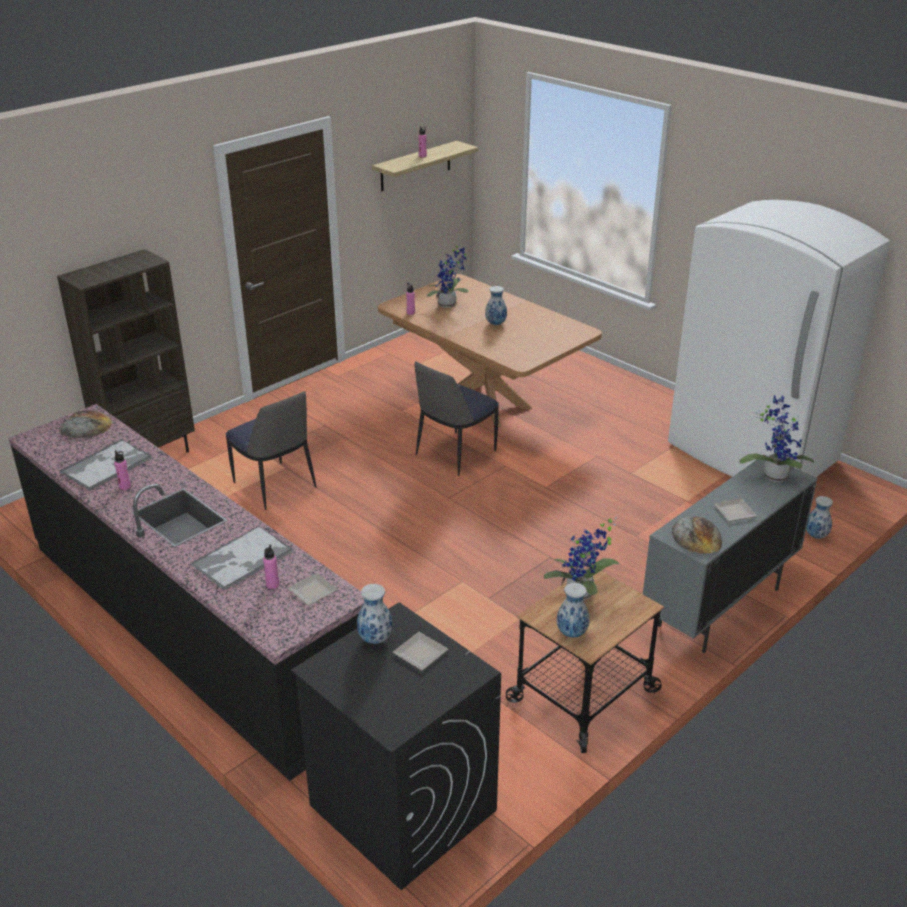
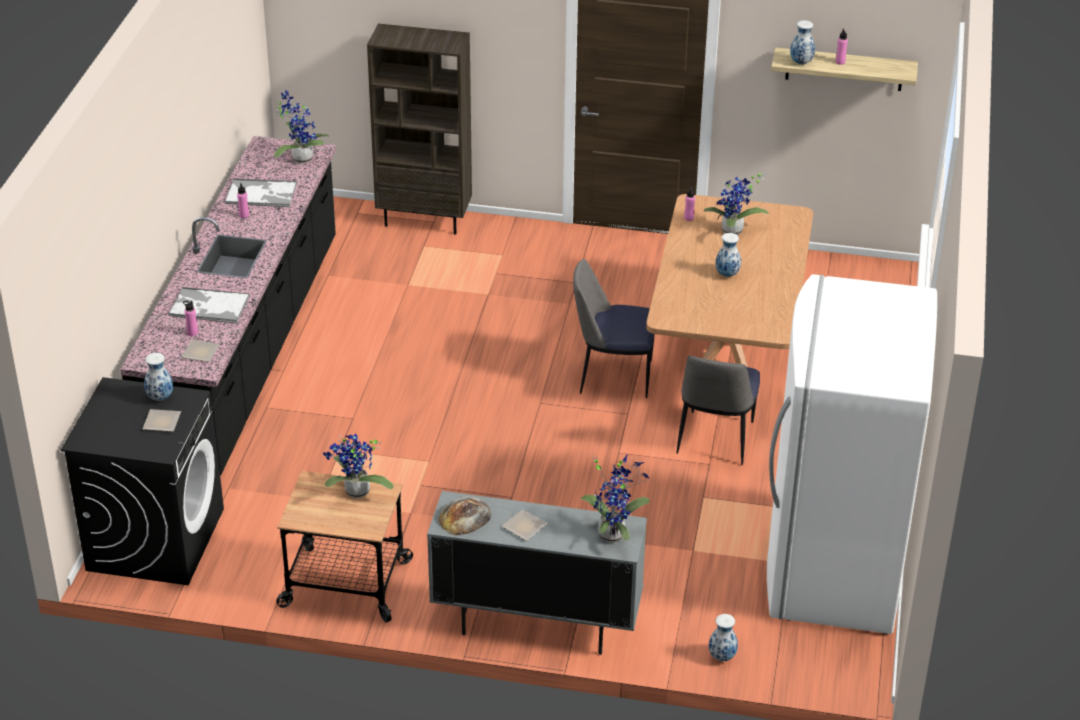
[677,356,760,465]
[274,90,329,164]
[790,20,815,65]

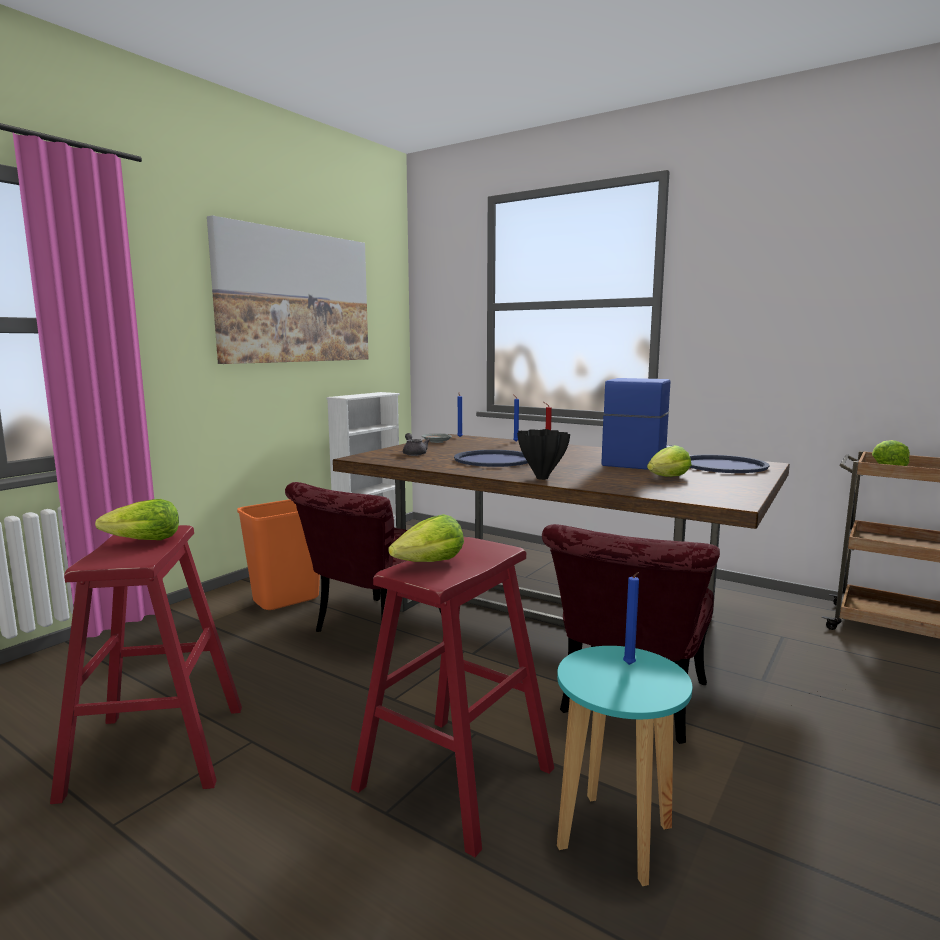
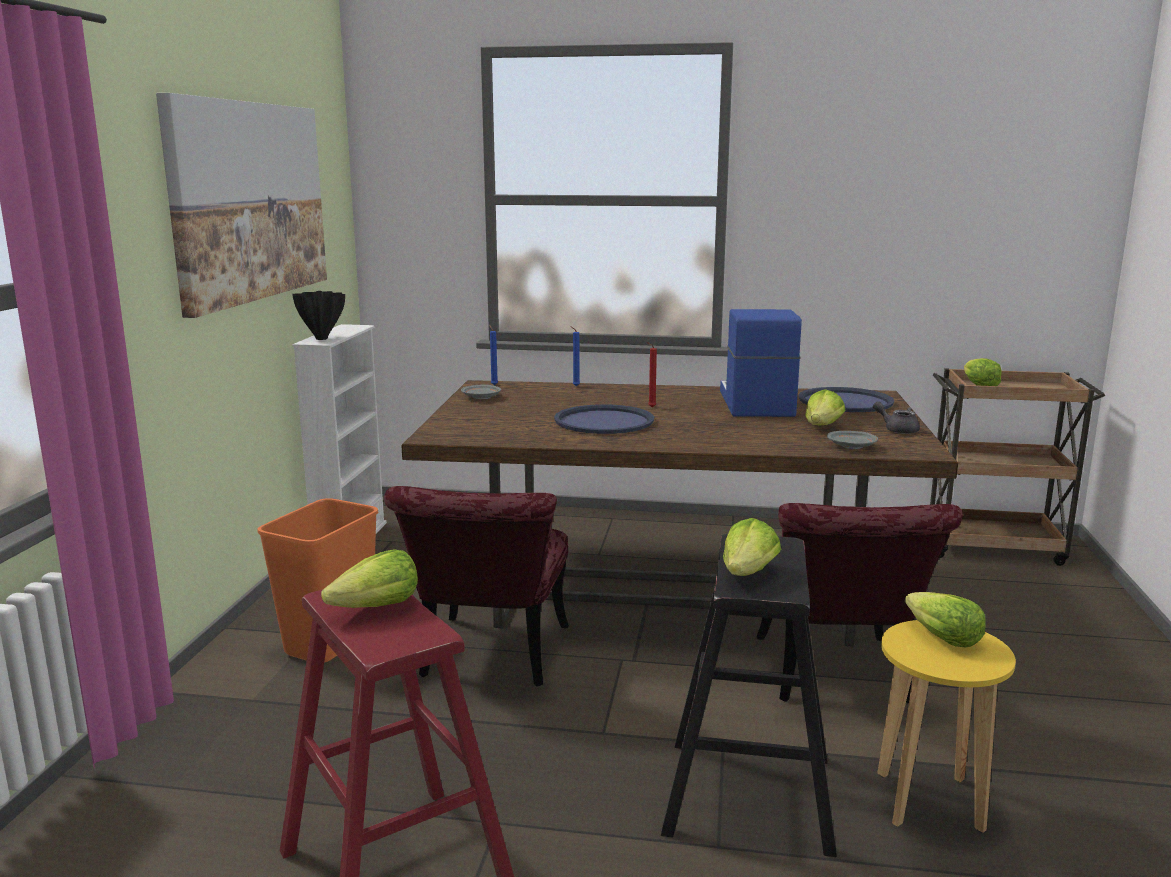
[292,291,345,340]
[873,401,920,434]
[661,534,837,857]
[905,592,986,648]
[877,620,1016,833]
[827,431,878,449]

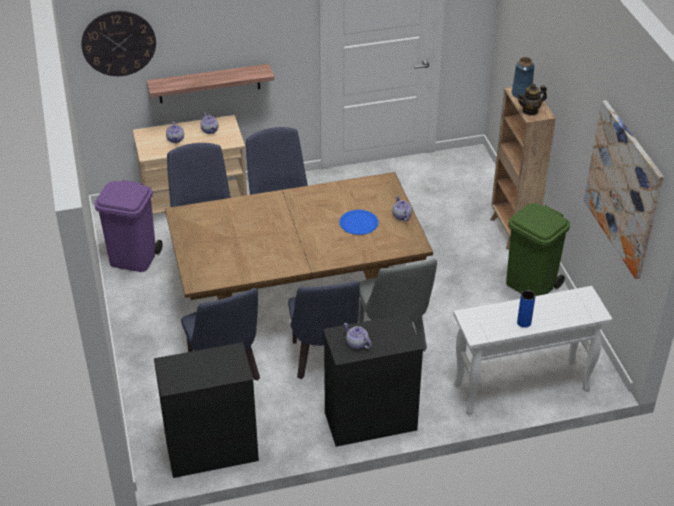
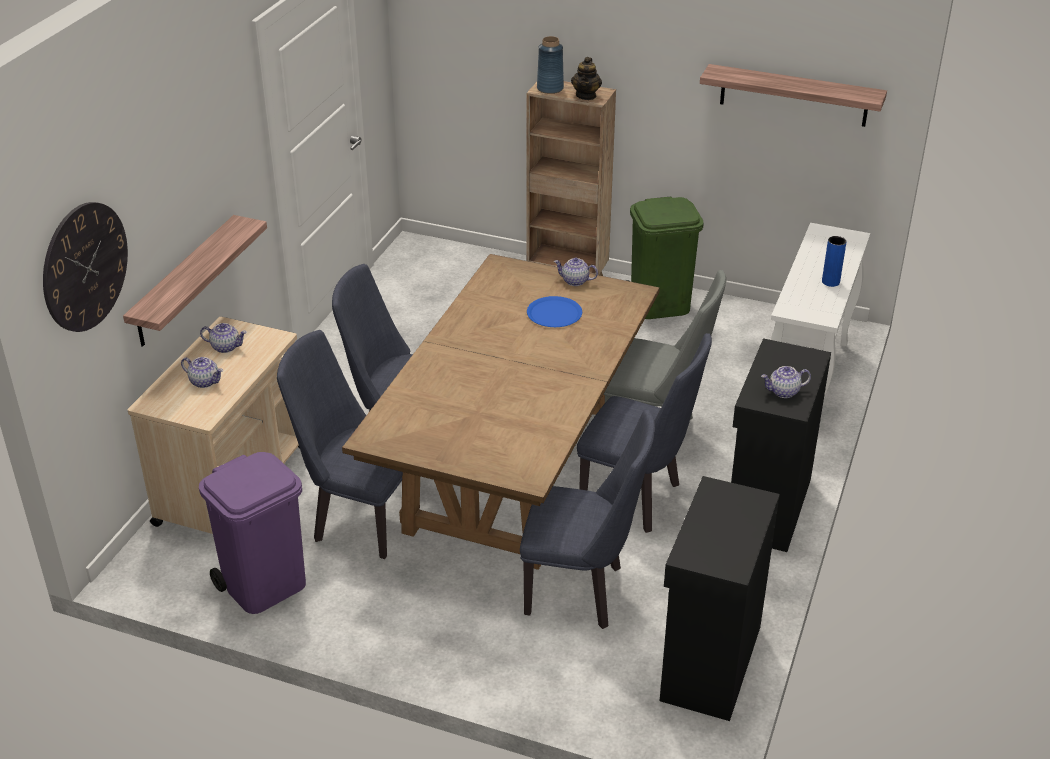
[700,64,887,127]

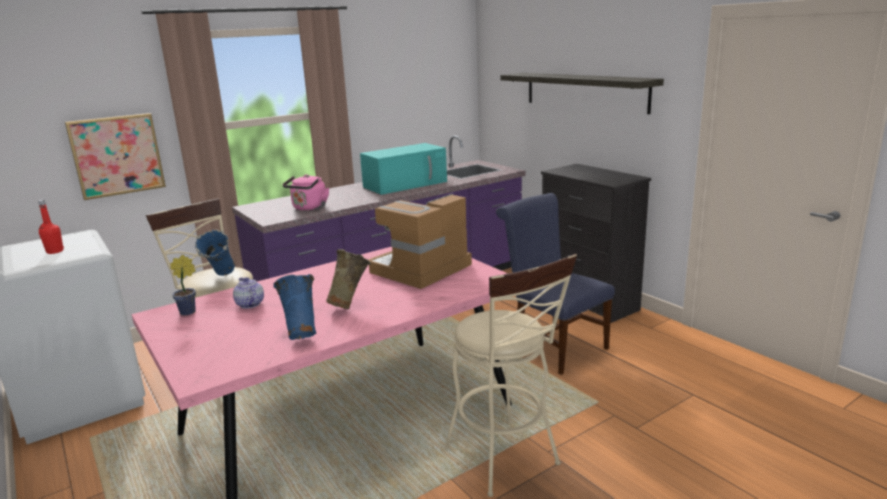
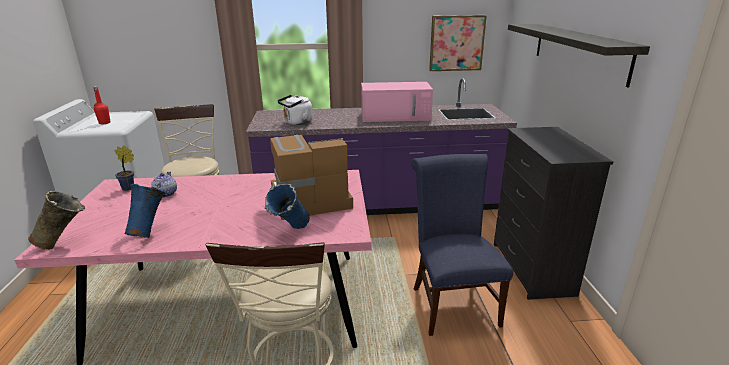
[429,15,487,71]
[361,82,433,122]
[277,95,313,125]
[265,183,310,229]
[28,191,85,249]

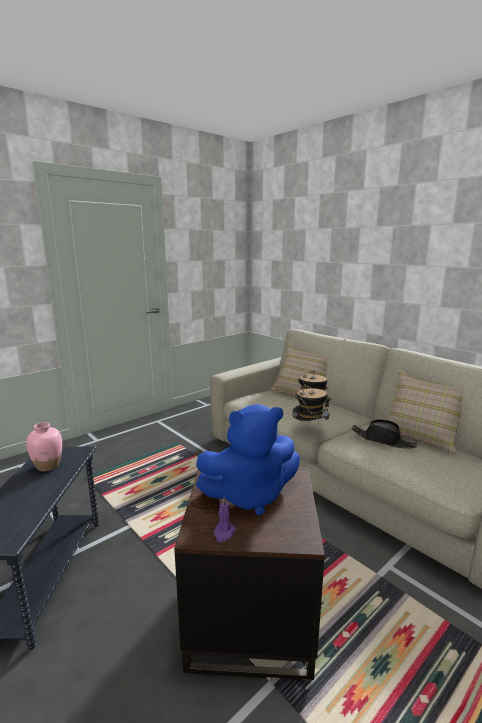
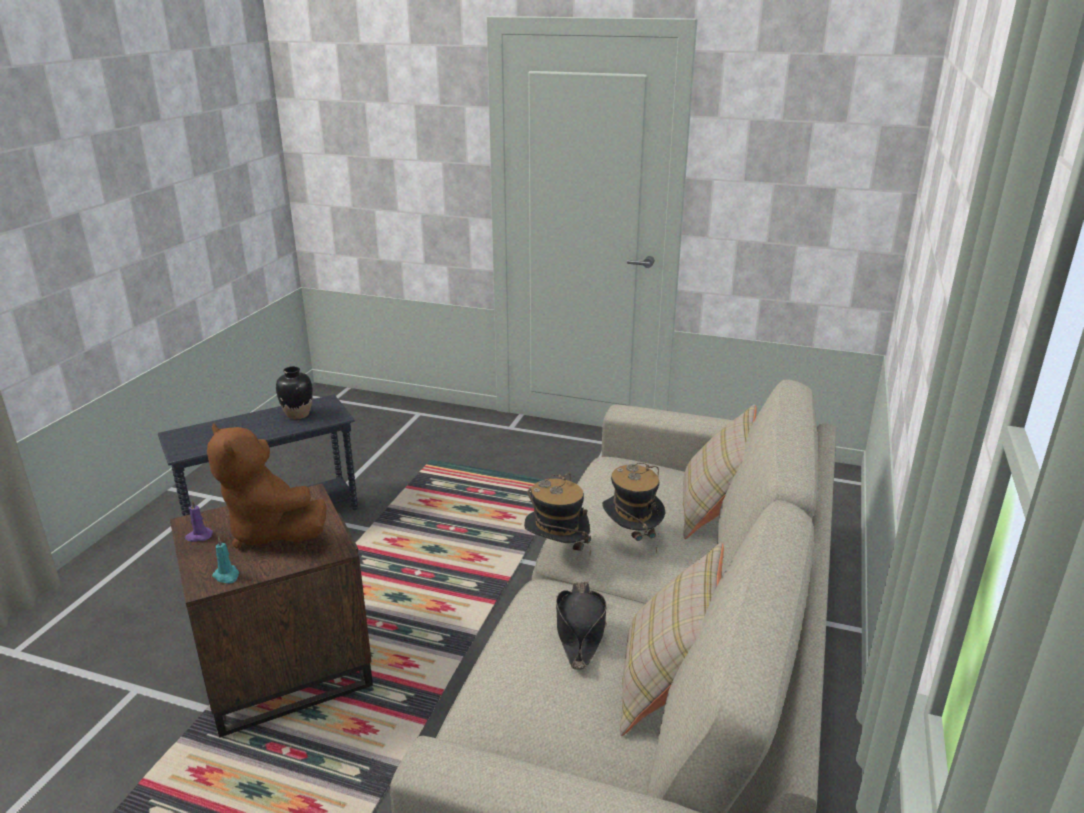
[207,423,326,548]
[276,366,313,419]
[212,537,239,583]

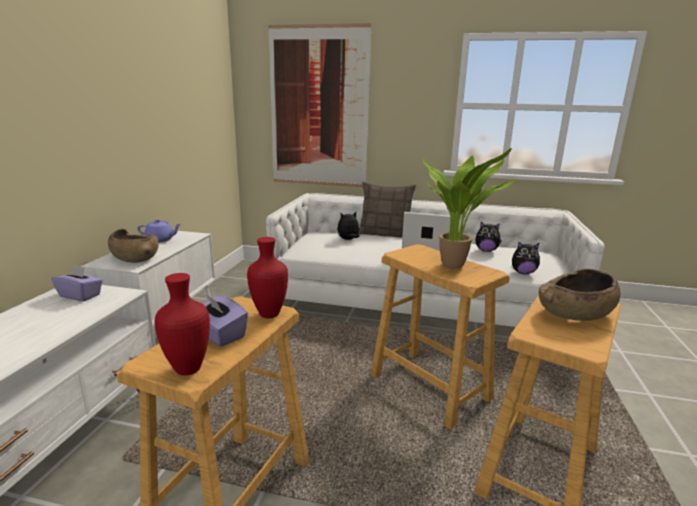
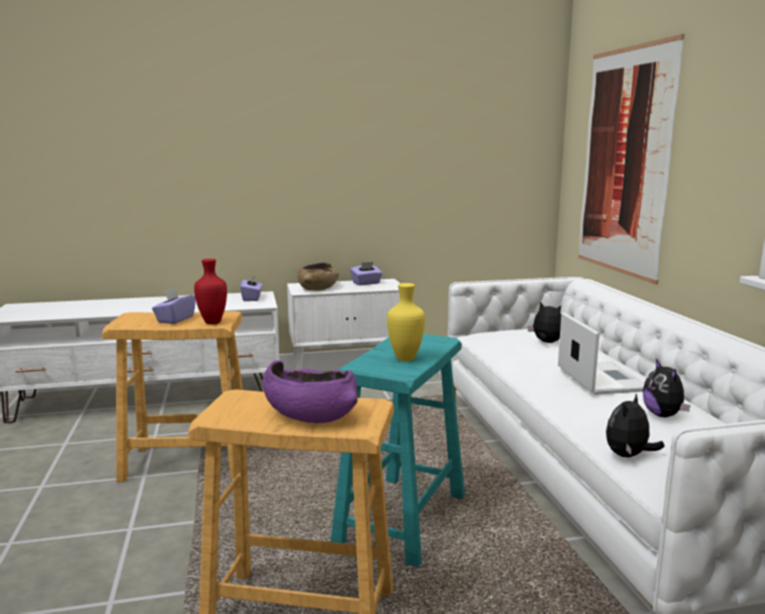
[387,283,425,361]
[358,182,416,238] (first image)
[350,262,383,285]
[606,394,665,457]
[330,334,465,567]
[263,360,358,423]
[155,273,210,376] (first image)

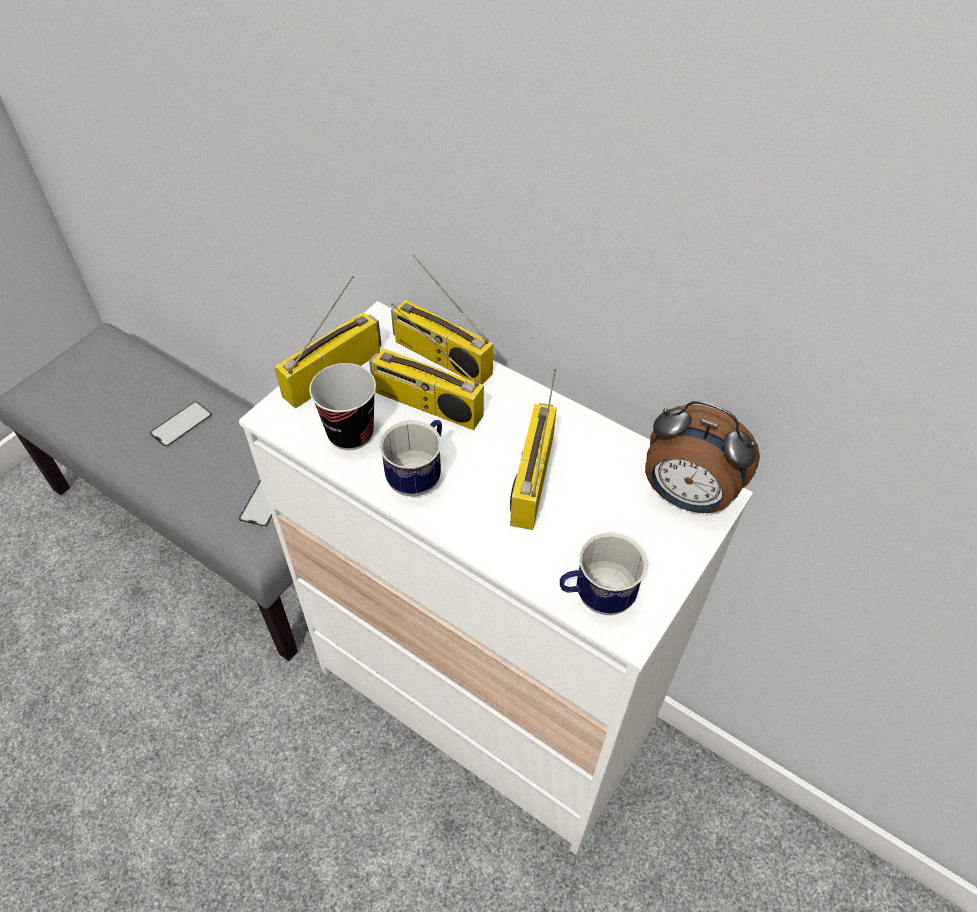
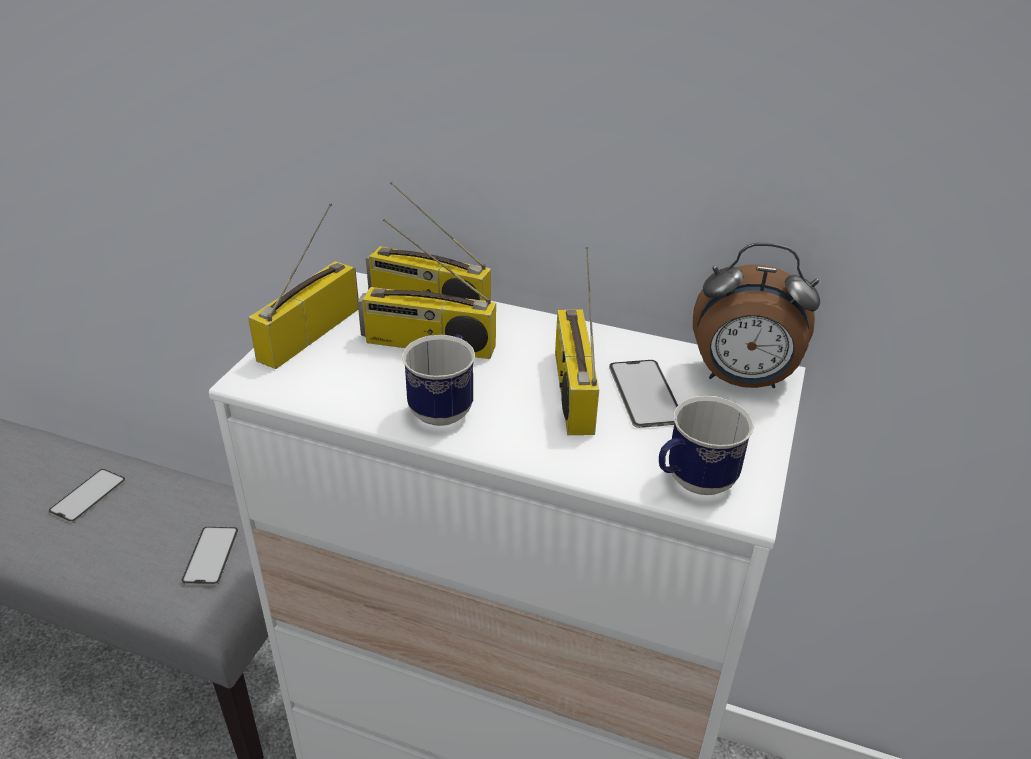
[309,363,376,450] (first image)
[609,360,678,428]

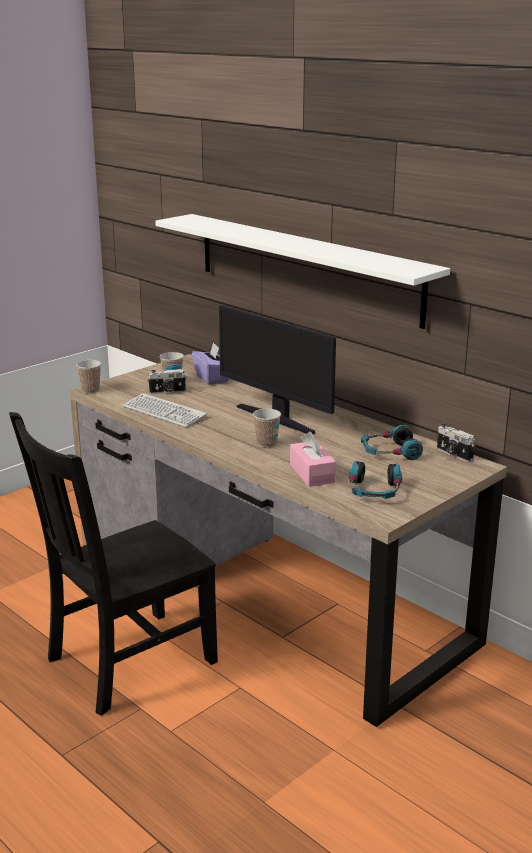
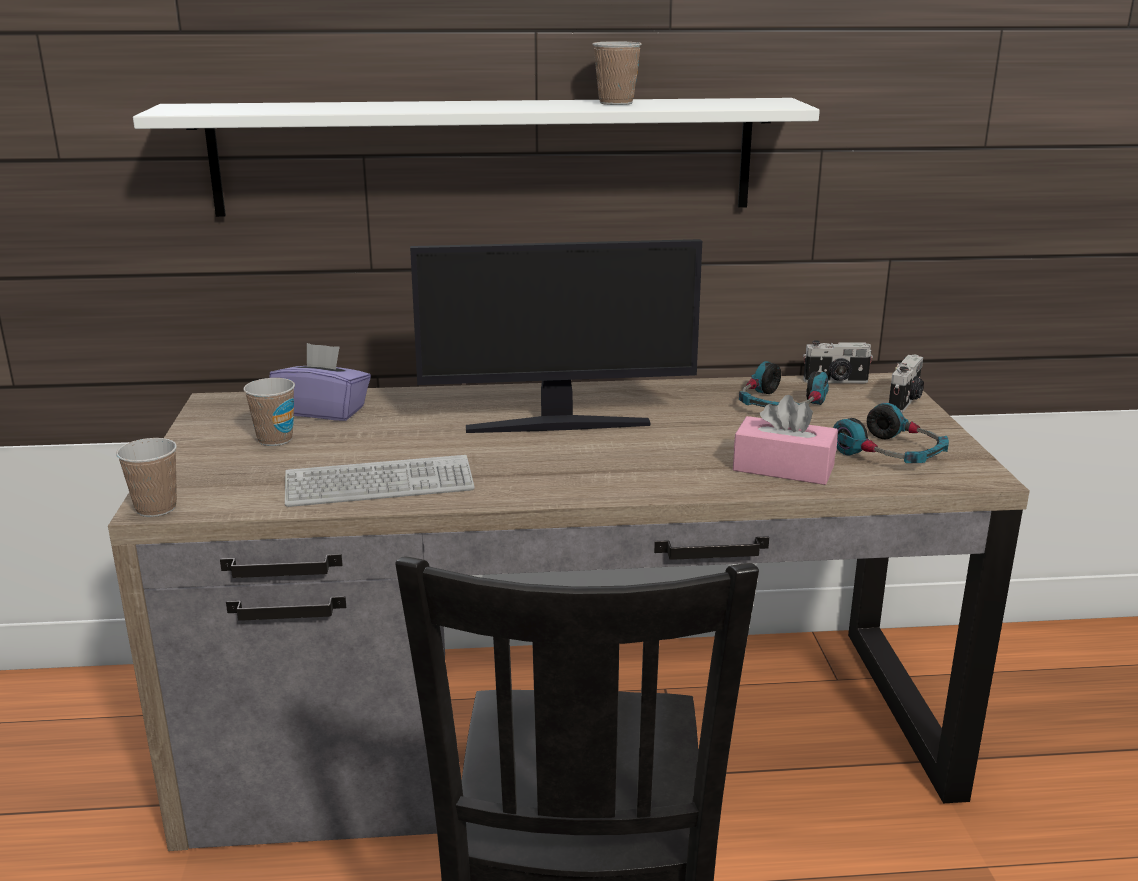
[889,355,924,413]
[592,41,642,105]

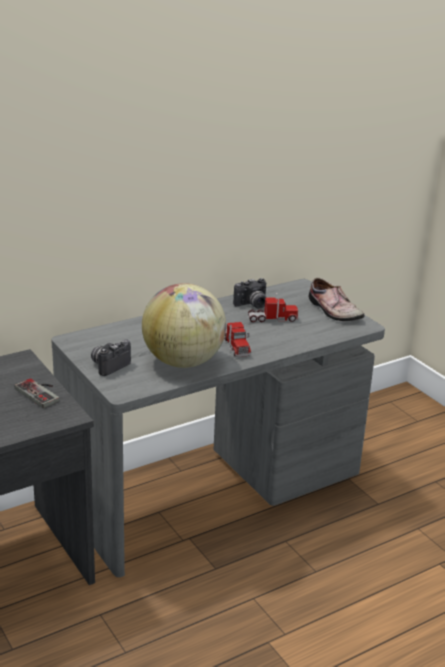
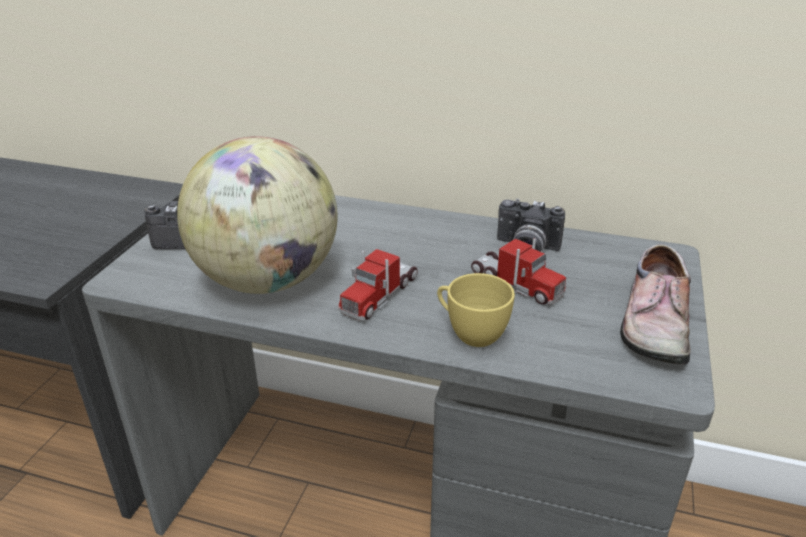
[14,378,59,408] (first image)
[437,273,515,347]

